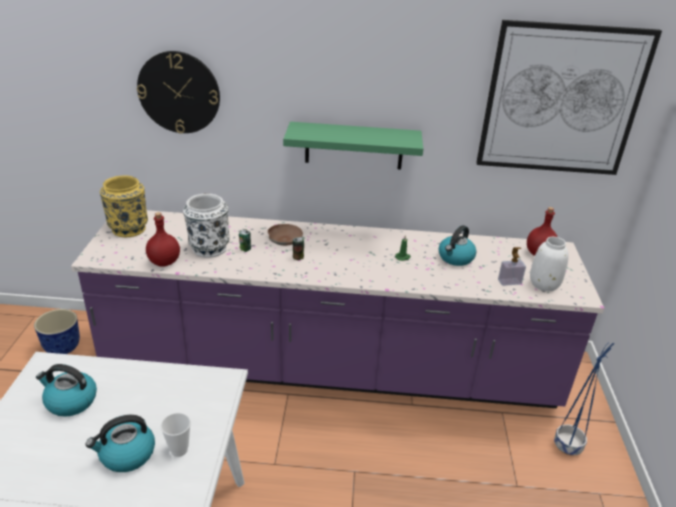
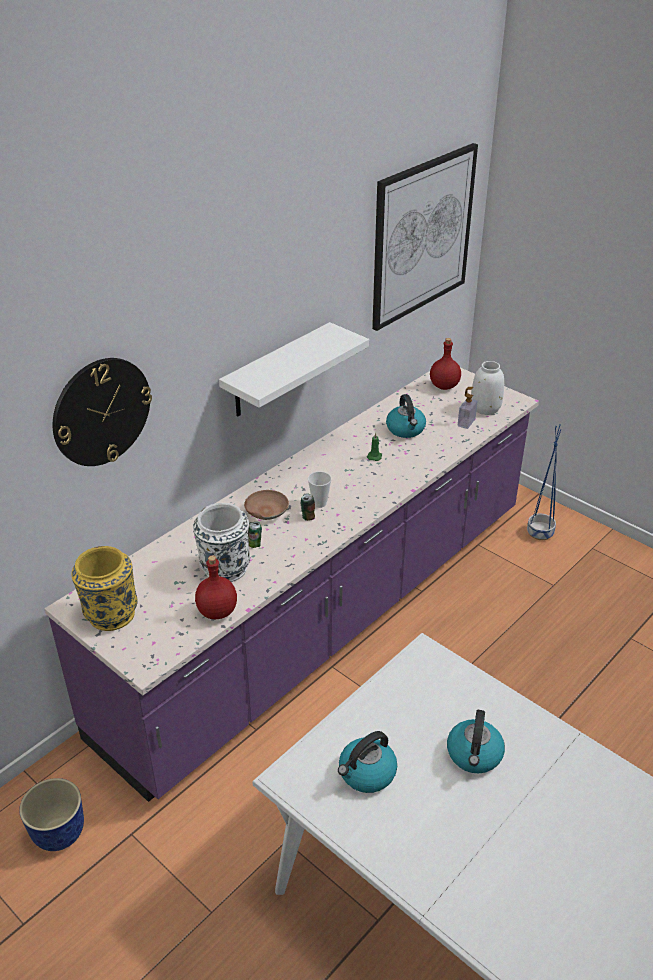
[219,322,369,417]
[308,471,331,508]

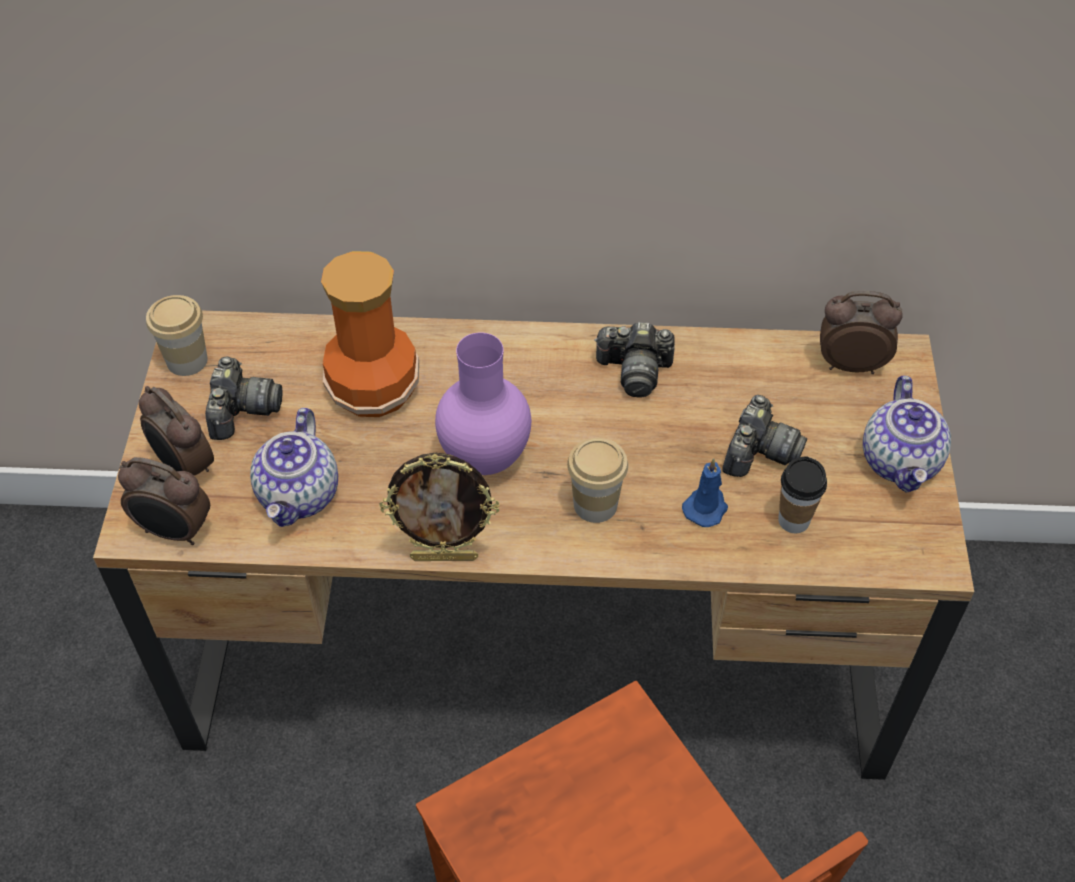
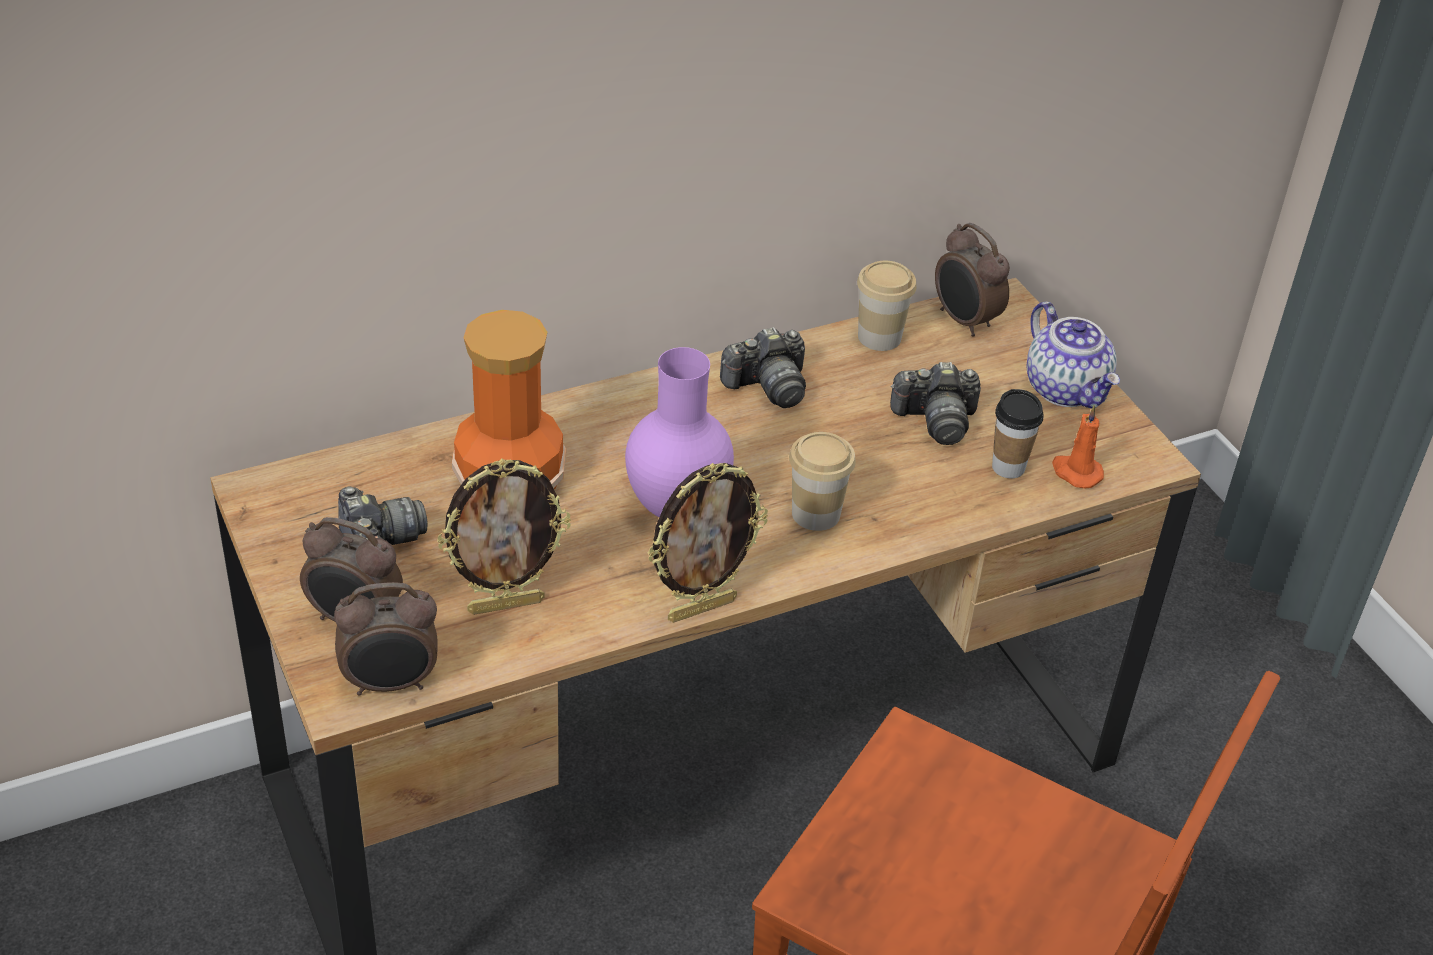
[935,223,1010,337]
[857,261,917,351]
[890,362,981,445]
[437,459,571,615]
[682,458,728,527] (first image)
[1052,405,1104,489]

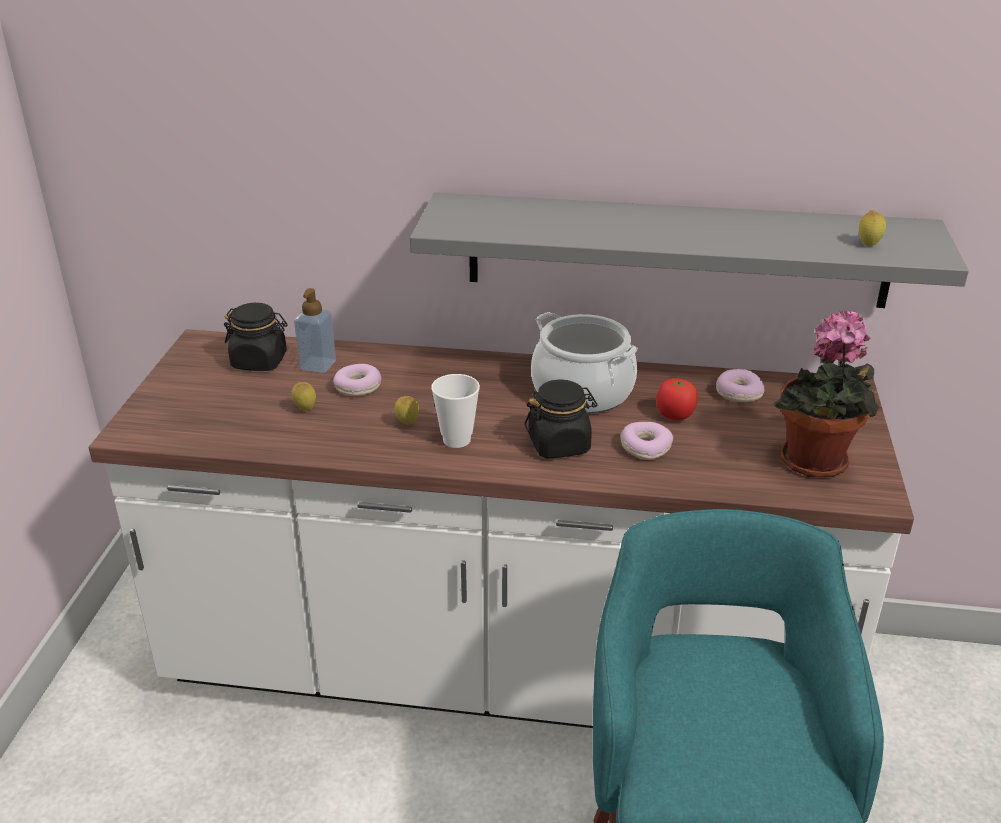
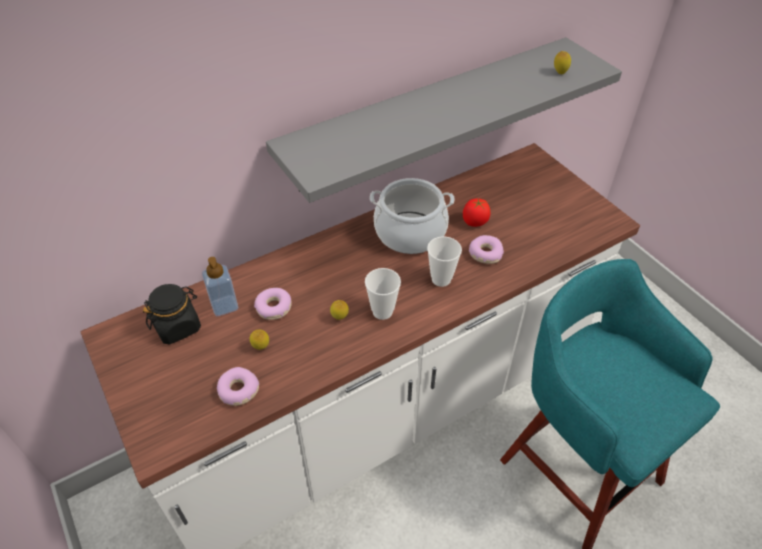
[774,310,879,477] (first image)
[217,367,259,406]
[427,237,462,287]

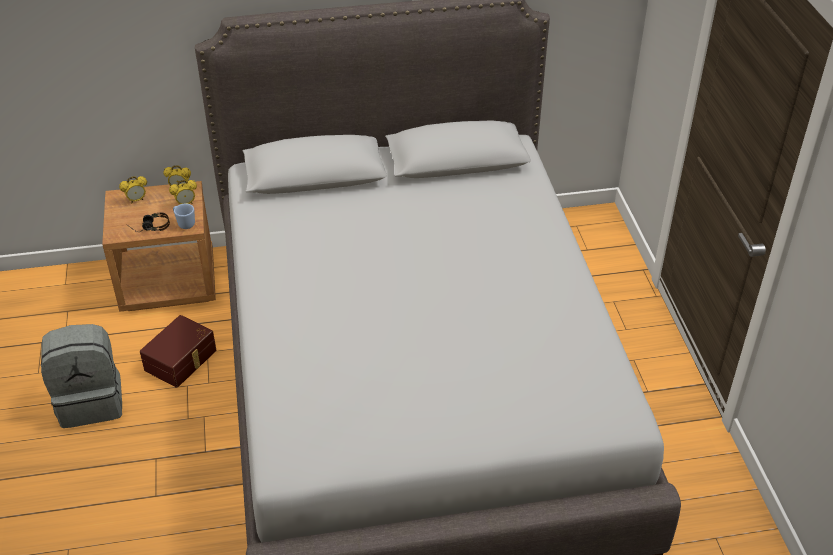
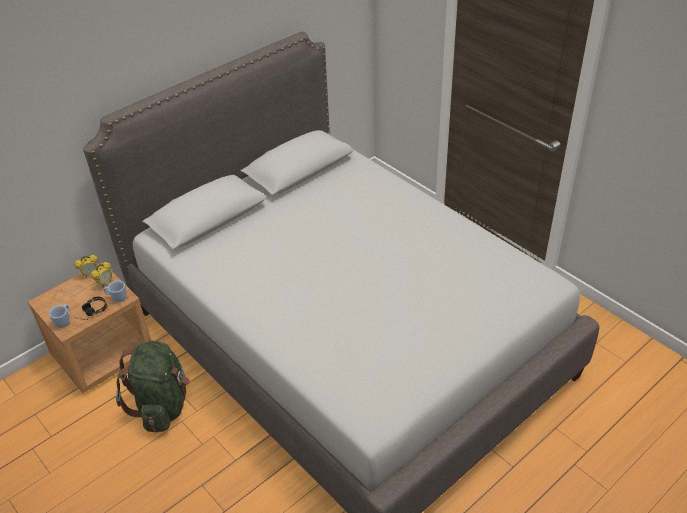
[119,176,147,203] (first image)
[116,341,190,432]
[41,324,122,428] (first image)
[49,304,70,328]

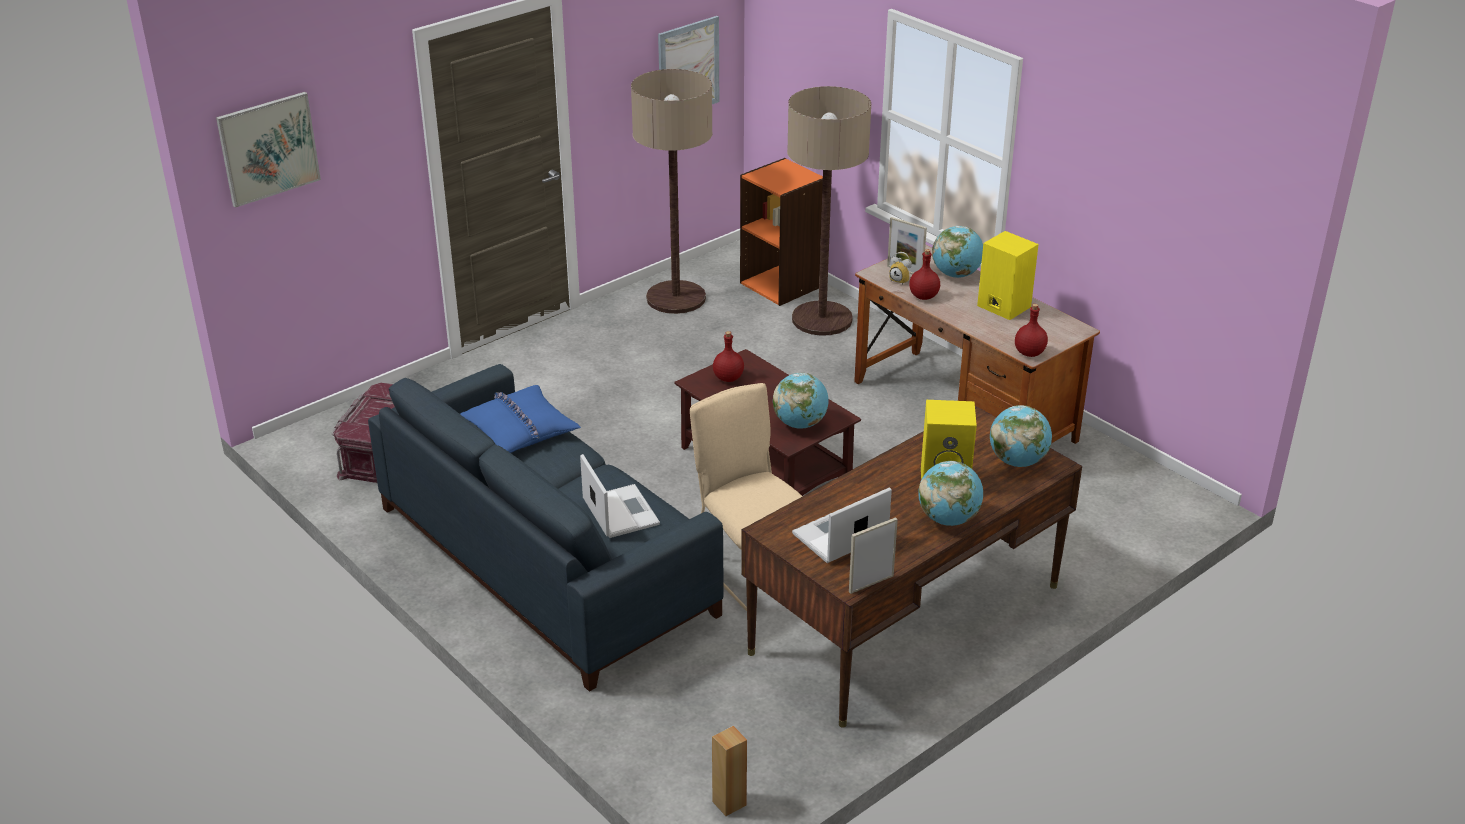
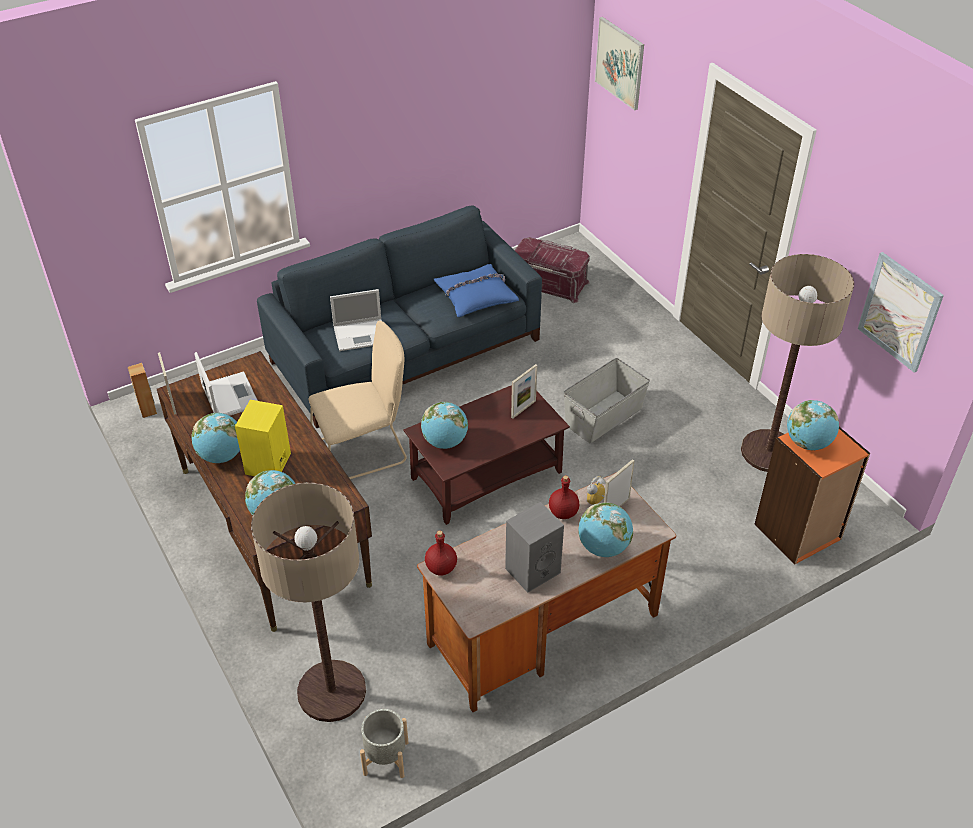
[251,483,366,722]
[505,502,564,593]
[511,364,537,419]
[563,358,650,444]
[787,400,839,451]
[360,709,408,778]

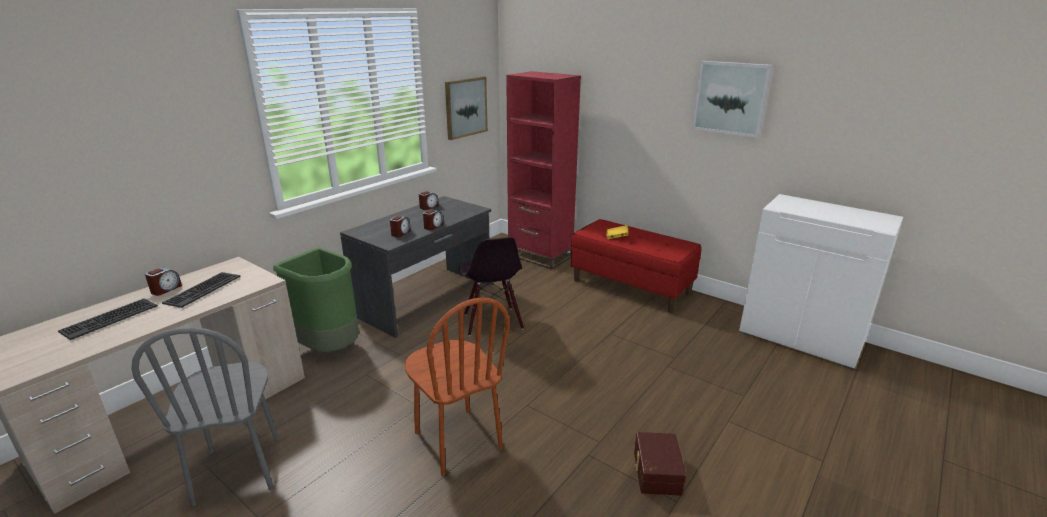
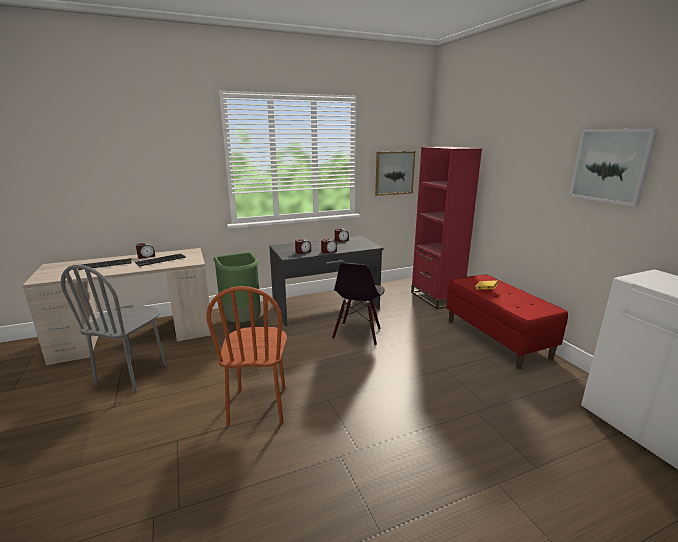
[634,432,686,496] (first image)

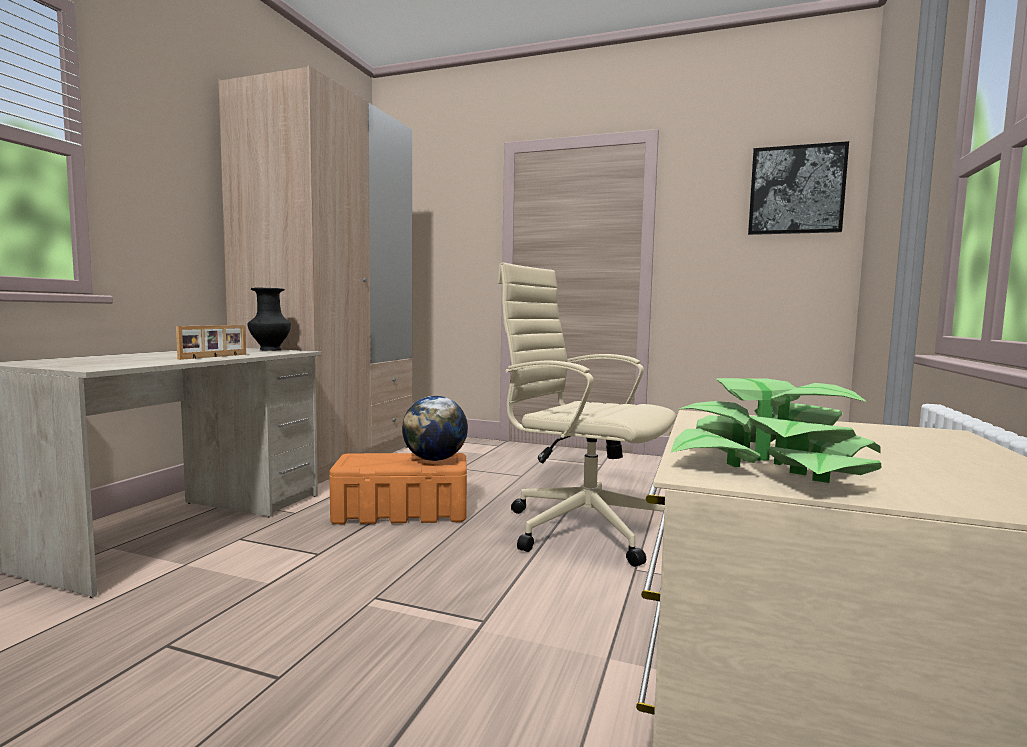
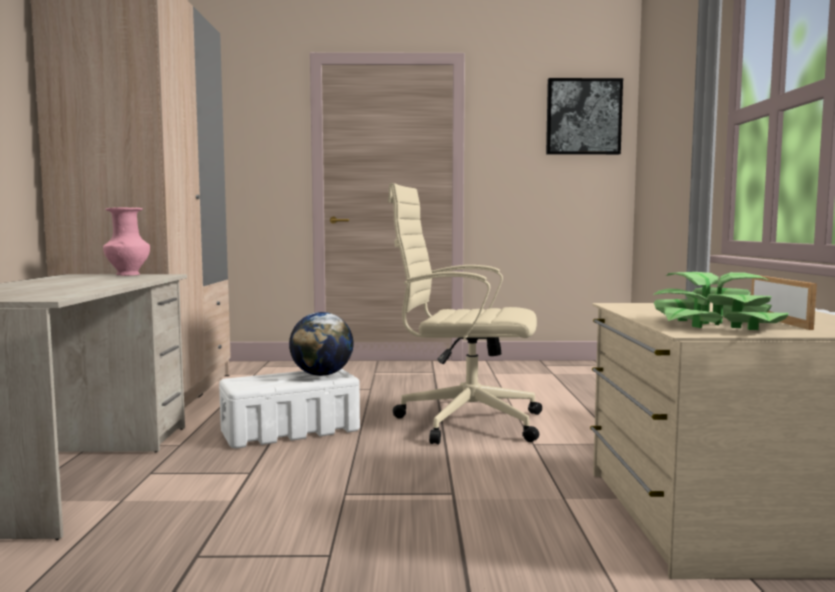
[103,207,150,276]
[751,275,817,330]
[219,369,360,448]

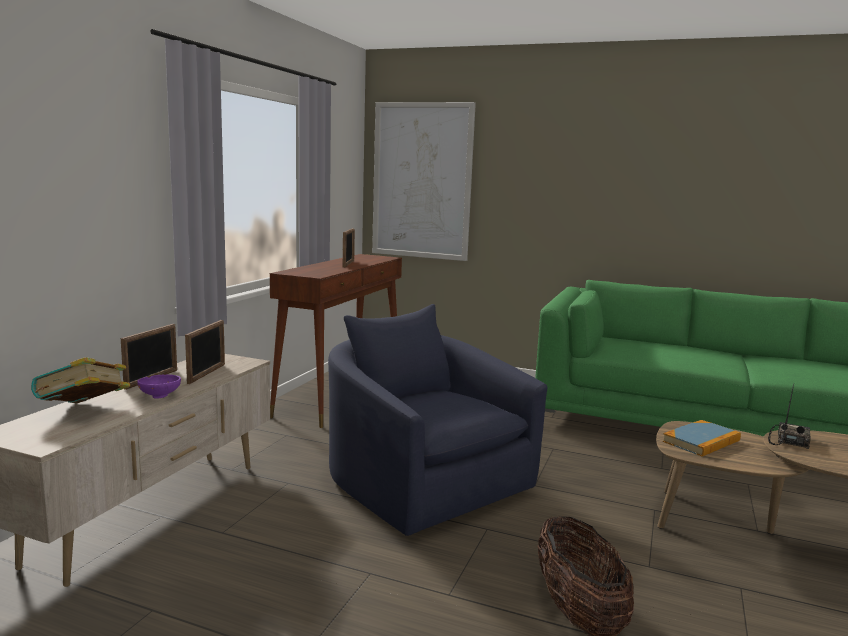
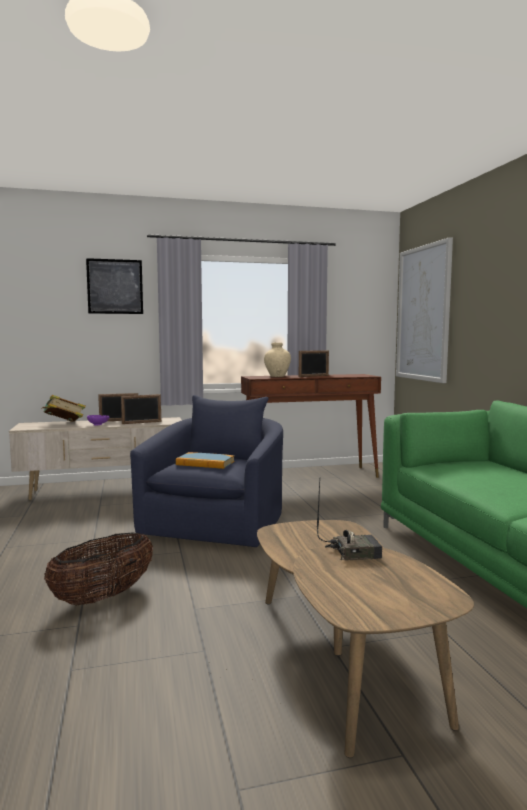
[176,452,235,469]
[86,258,143,314]
[264,342,291,377]

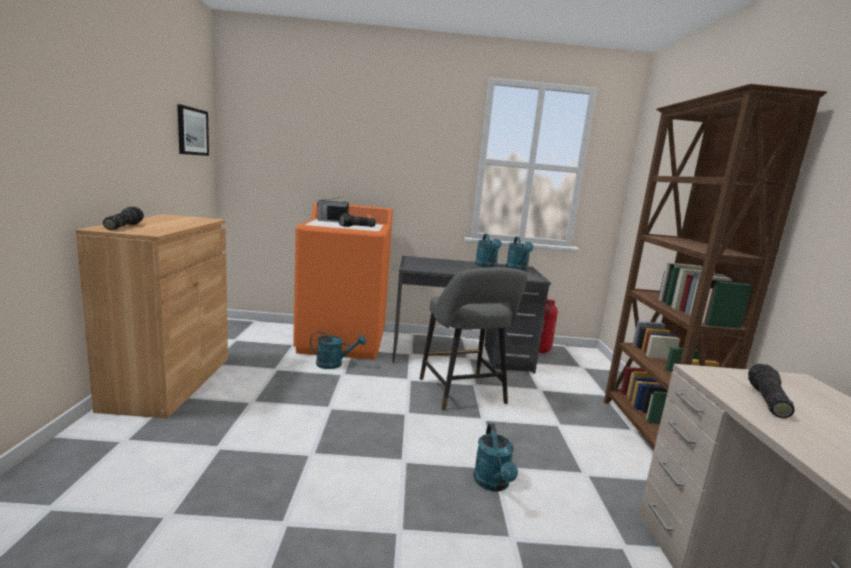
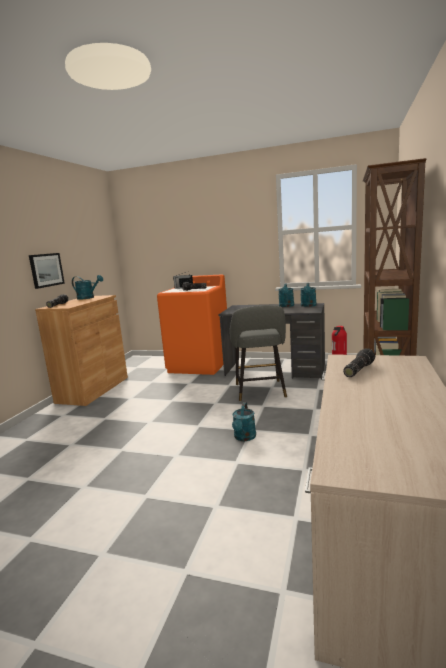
[29,253,65,289]
[72,275,103,300]

